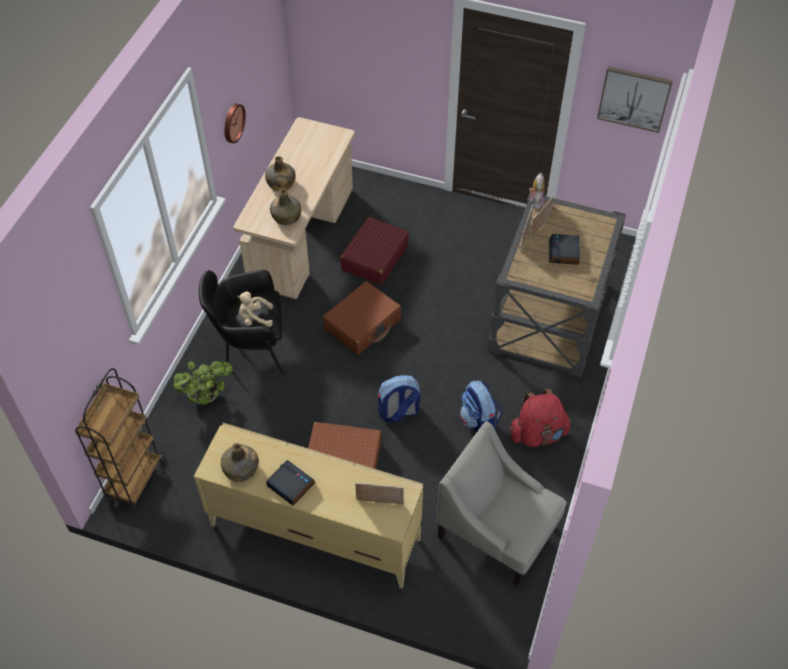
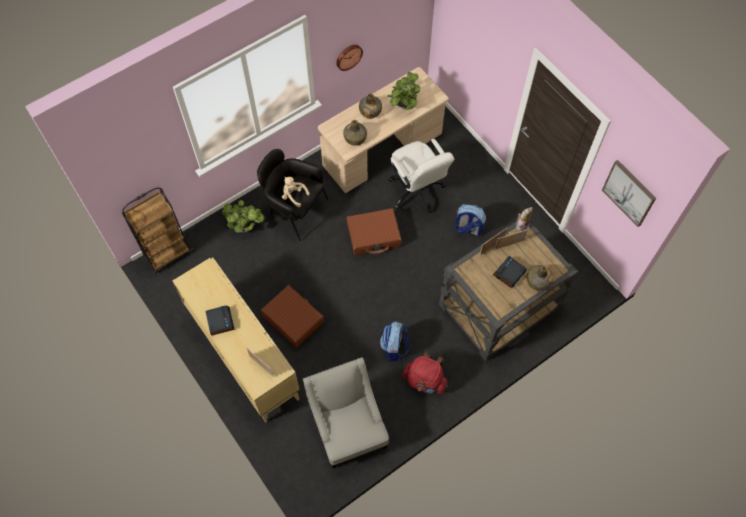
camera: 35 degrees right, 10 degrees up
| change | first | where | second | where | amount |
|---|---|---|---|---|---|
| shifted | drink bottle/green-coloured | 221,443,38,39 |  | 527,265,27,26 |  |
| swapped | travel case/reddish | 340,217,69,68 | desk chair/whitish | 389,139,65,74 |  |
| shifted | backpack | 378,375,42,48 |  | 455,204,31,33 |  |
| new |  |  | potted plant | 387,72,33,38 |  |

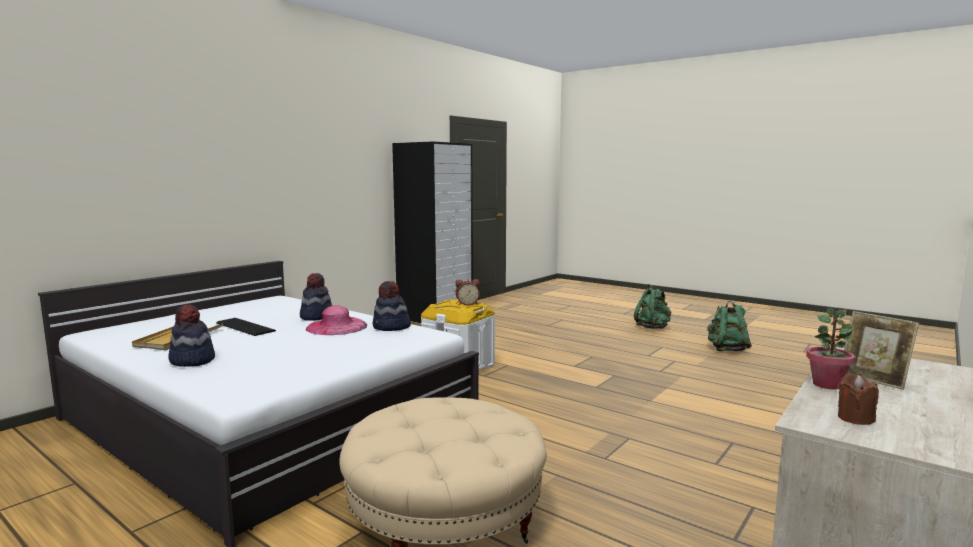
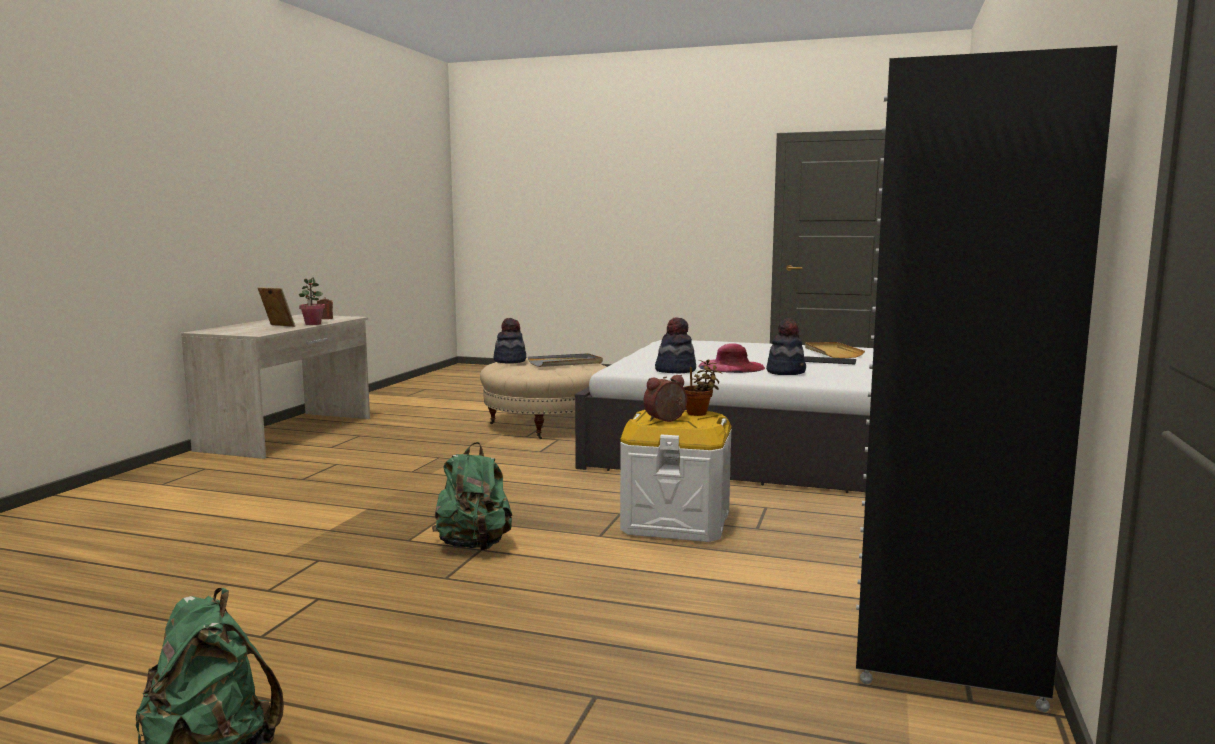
camera: 160 degrees right, 0 degrees up
| change | first | where | second | where | amount |
|---|---|---|---|---|---|
| shifted | clothing hat | 168,304,47,63 |  | 494,318,32,46 |  |
| shifted | backpack/green-coloured | 707,301,45,51 |  | 432,442,80,109 |  |
| new |  |  | tray/greyish | 528,353,75,14 |  |
| new |  |  | potted plant | 684,359,38,57 |  |

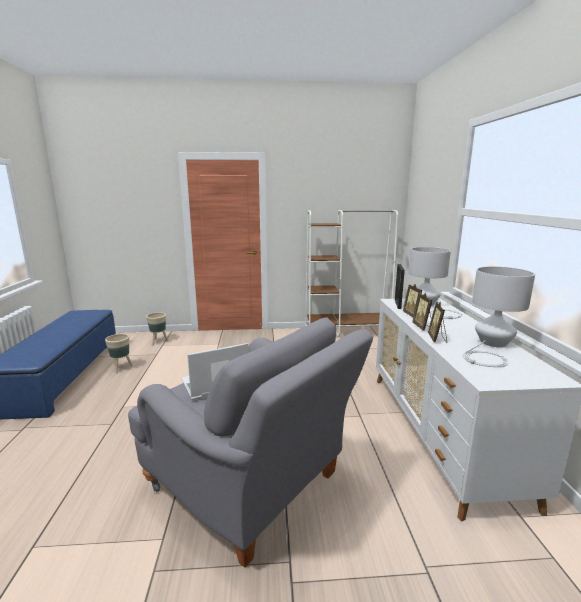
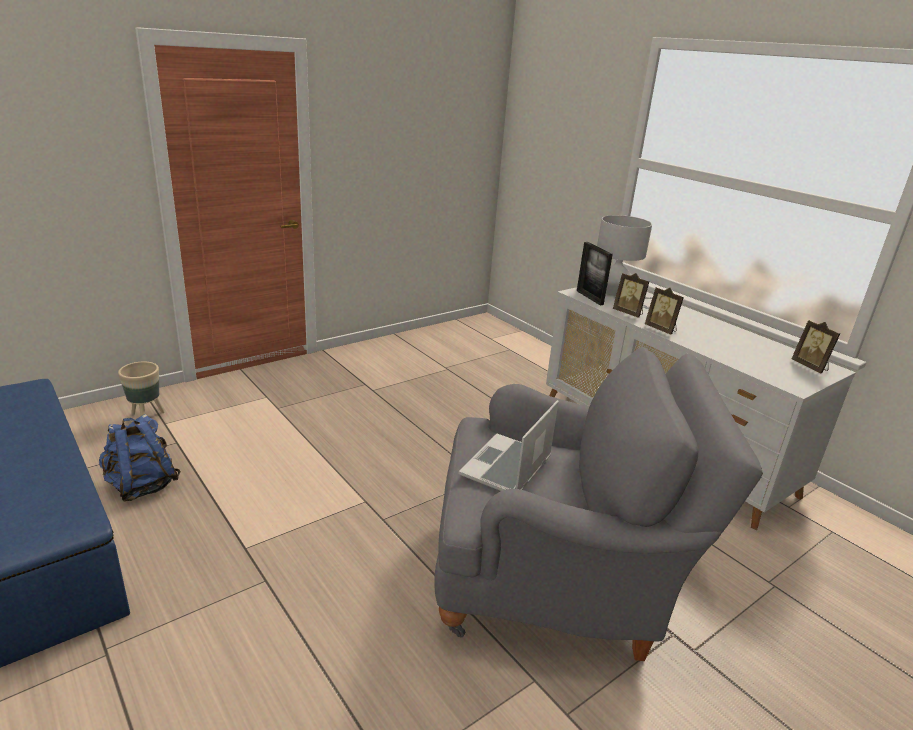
camera: 35 degrees left, 10 degrees up
| change | first | where | second | where | amount |
|---|---|---|---|---|---|
| swapped | plant pot/beige | 105,334,28,39 | backpack/bluish | 99,414,82,87 |  |
| gone | garment stand/brown | 305,210,93,127 |  |  |  |
| shifted | picture frame | 428,302,19,41 |  | 792,320,48,53 |  |
| gone | lamp for a table/whitish | 463,266,72,101 |  |  |  |

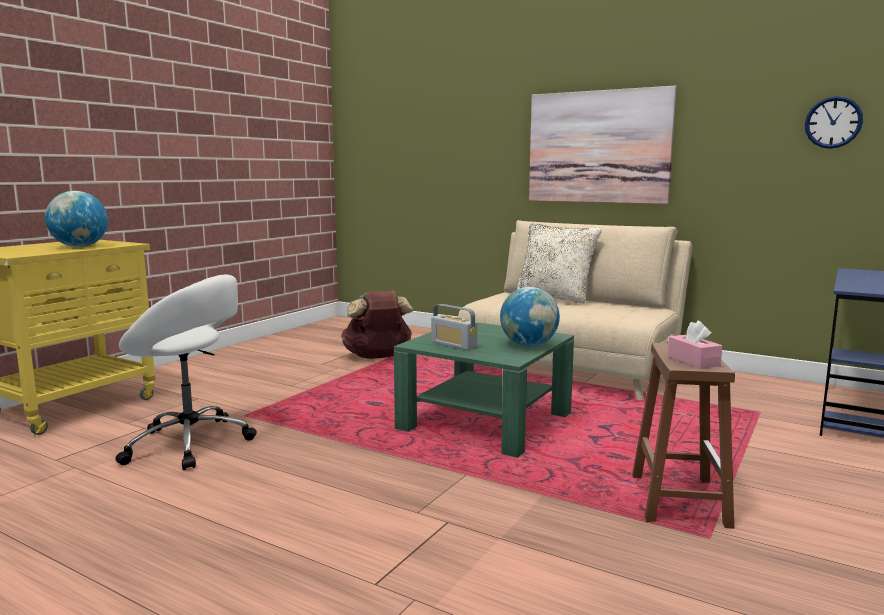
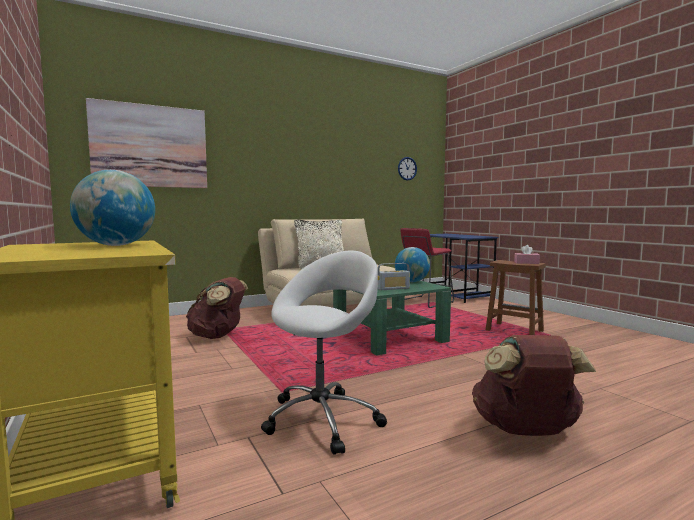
camera: 60 degrees left, 5 degrees down
| change | first | where | second | where | amount |
|---|---|---|---|---|---|
| shifted | wall art | 529,86,148,118 |  | 86,98,121,90 |  |
| new |  |  | stool seat/reddish | 400,228,54,80 |  |
| new |  |  | backpack/brown | 472,335,124,101 |  |

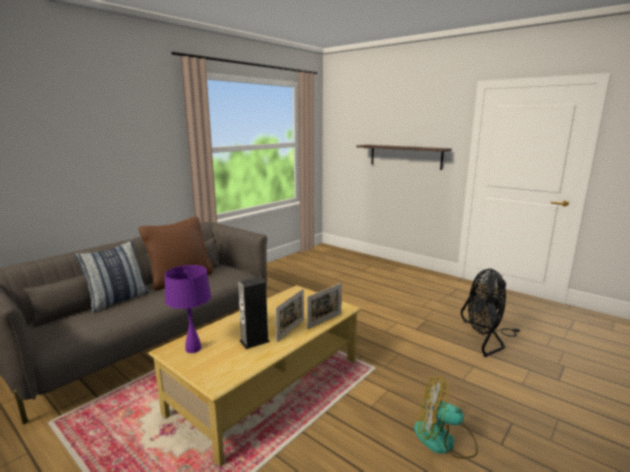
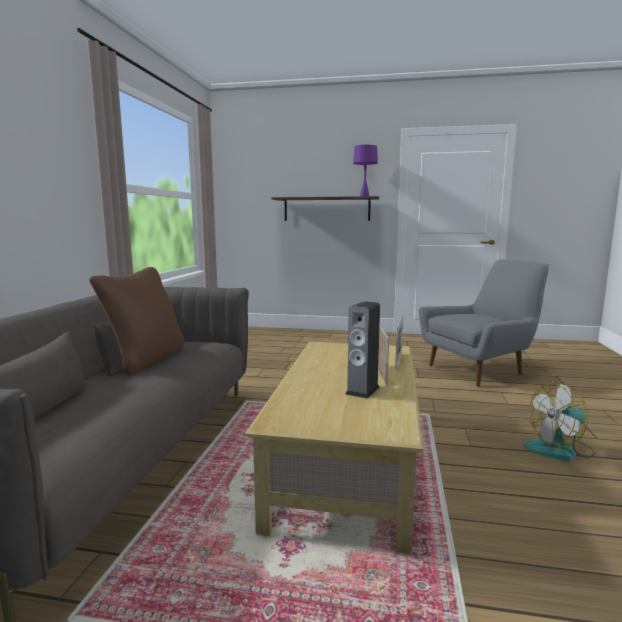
camera: 30 degrees left, 5 degrees down
| change | first | where | second | where | amount |
|---|---|---|---|---|---|
| gone | throw pillow | 74,240,75,73 |  |  |  |
| shifted | lamp for a table/purple-coloured | 164,265,47,88 |  | 353,145,25,51 |  |
| swapped | cooling fan/black | 461,269,60,88 | armchair/greyish | 419,260,130,127 |  |

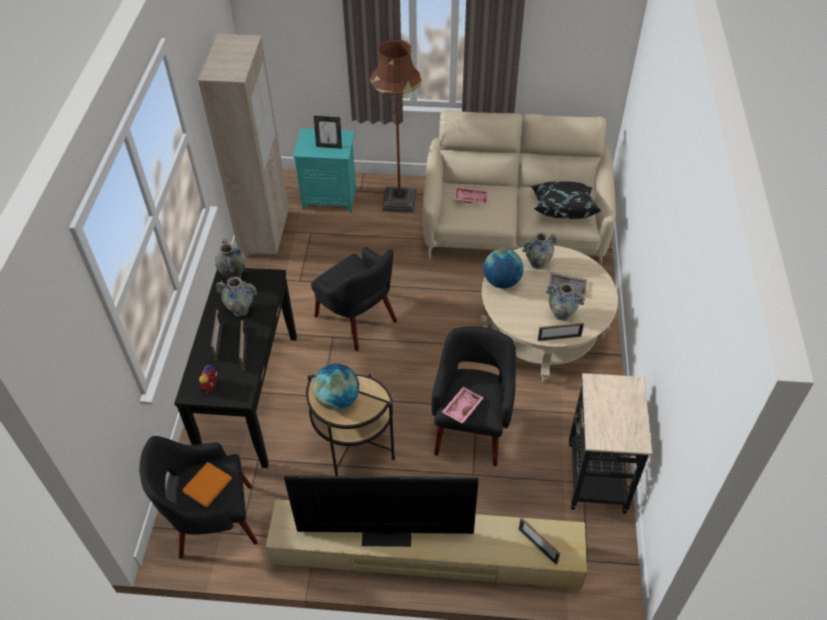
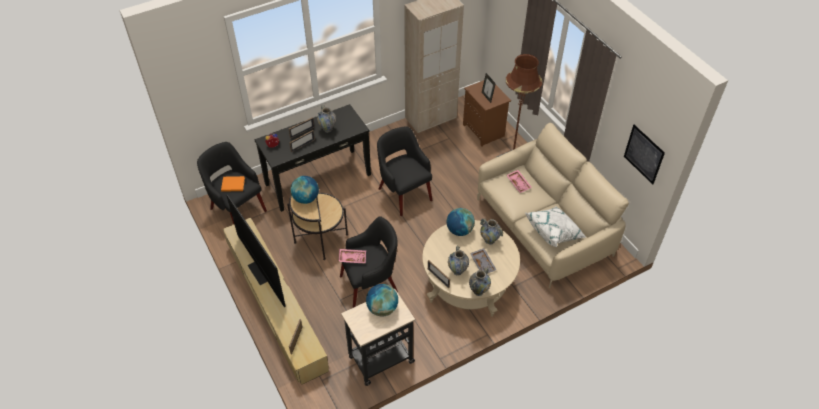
camera: 55 degrees right, 0 degrees up
| change | first | where | second | where | amount |
|---|---|---|---|---|---|
| shifted | decorative vase | 215,239,31,41 |  | 469,268,22,28 |  |
| repainted | night table/turquoise-coloured | 293,129,63,84 | night table/brown | 463,80,48,66 |  |
| rotated | armchair/black | 311,247,86,104 |  | 377,127,55,89 | 135 degrees clockwise |
| repainted | throw pillow/black | 531,181,70,38 | throw pillow/whitish | 525,206,62,41 |  |
| new |  |  | globe | 366,284,32,32 |  |
| new |  |  | wall art | 624,125,41,60 |  |

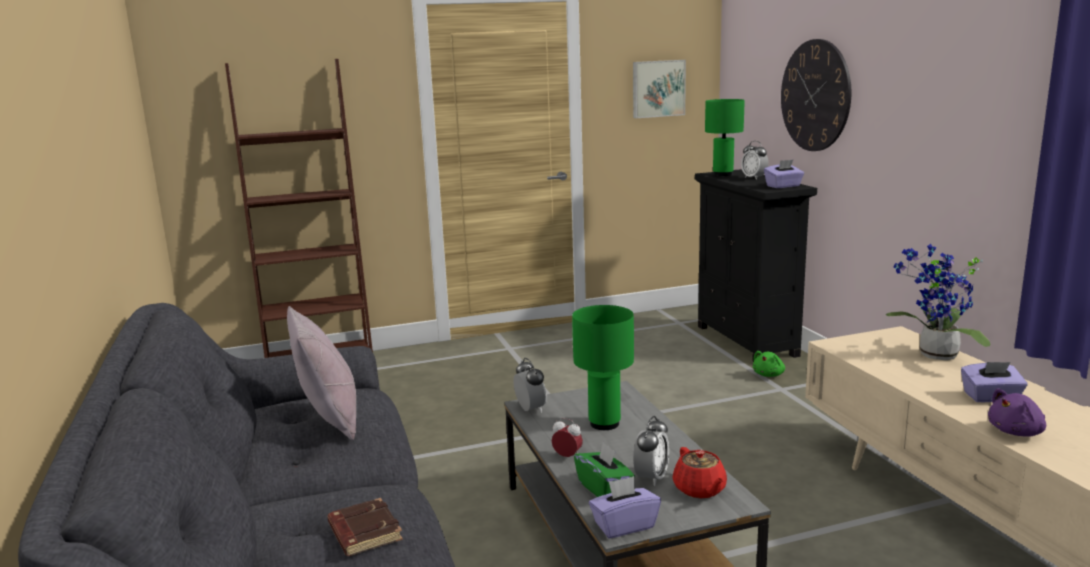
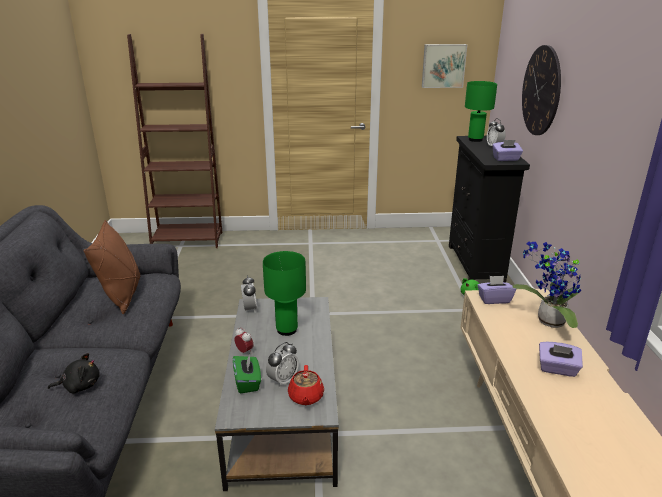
camera: 15 degrees right, 10 degrees up
| change | first | where | second | where | amount |
|---|---|---|---|---|---|
| repainted | throw pillow/purple-coloured | 287,306,69,134 | throw pillow/brown | 84,220,56,94 |  |
| swapped | volume/brown | 327,498,76,58 | plush toy/black | 48,353,52,41 |  |
| shifted | tissue box/purple-coloured | 589,476,72,62 |  | 477,276,39,28 |  |
| gone | plush toy/purple-coloured | 988,388,58,49 |  |  |  |

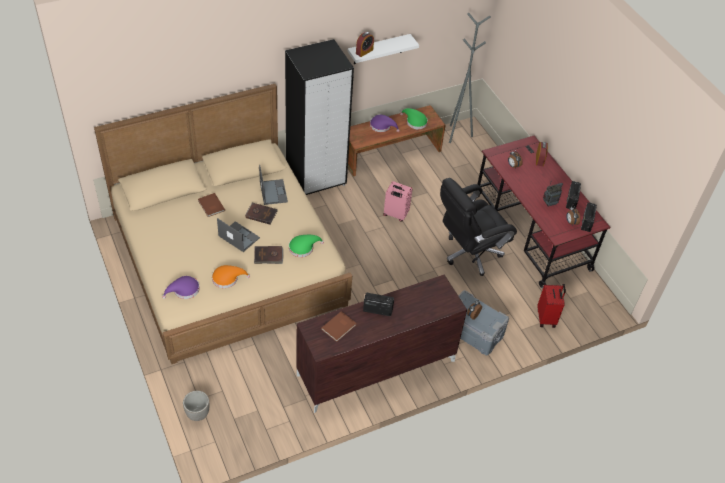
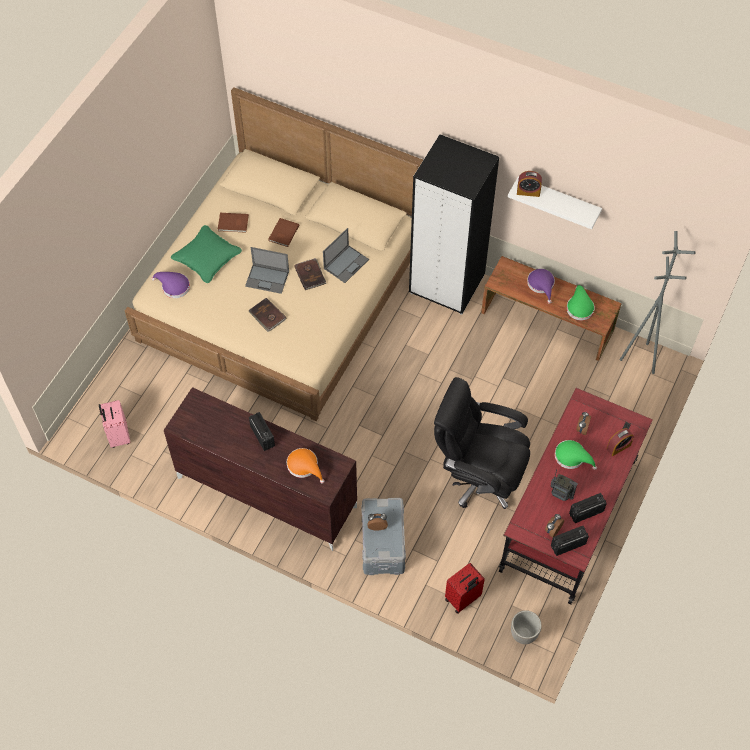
camera: 55 degrees right, 10 degrees up
| change | first | where | second | where | amount |
|---|---|---|---|---|---|
| shifted | plant pot | 183,391,26,30 |  | 511,610,31,34 |  |
| shifted | clothing hat/orangey | 212,265,38,23 |  | 287,448,38,35 |  |
| rotated | notebook computer | 217,218,43,34 |  | 245,247,44,47 | 105 degrees clockwise |
| shifted | clothing hat/green-coloured | 289,235,35,22 |  | 555,440,42,30 |  |
| shifted | volume/brown | 321,311,35,31 |  | 218,213,31,20 |  |
| shifted | travel case/pinkish | 383,181,29,41 |  | 99,400,31,48 |  |
| new |  |  | throw pillow/green-coloured | 171,225,71,58 |  |

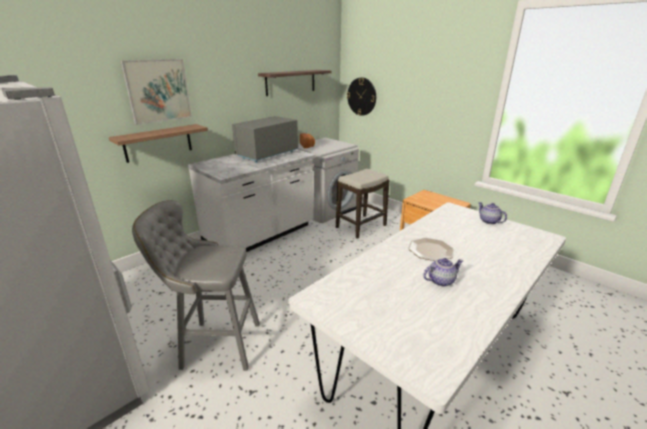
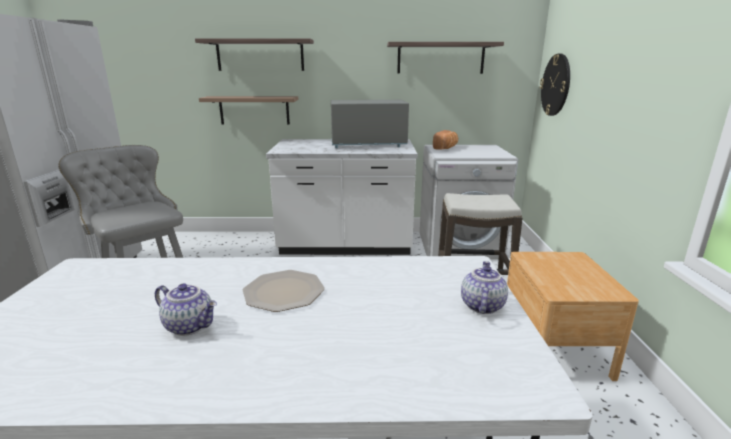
camera: 45 degrees right, 5 degrees down
| change | first | where | second | where | amount |
|---|---|---|---|---|---|
| swapped | wall art | 121,59,71,66 | shelf | 195,38,119,33 |  |

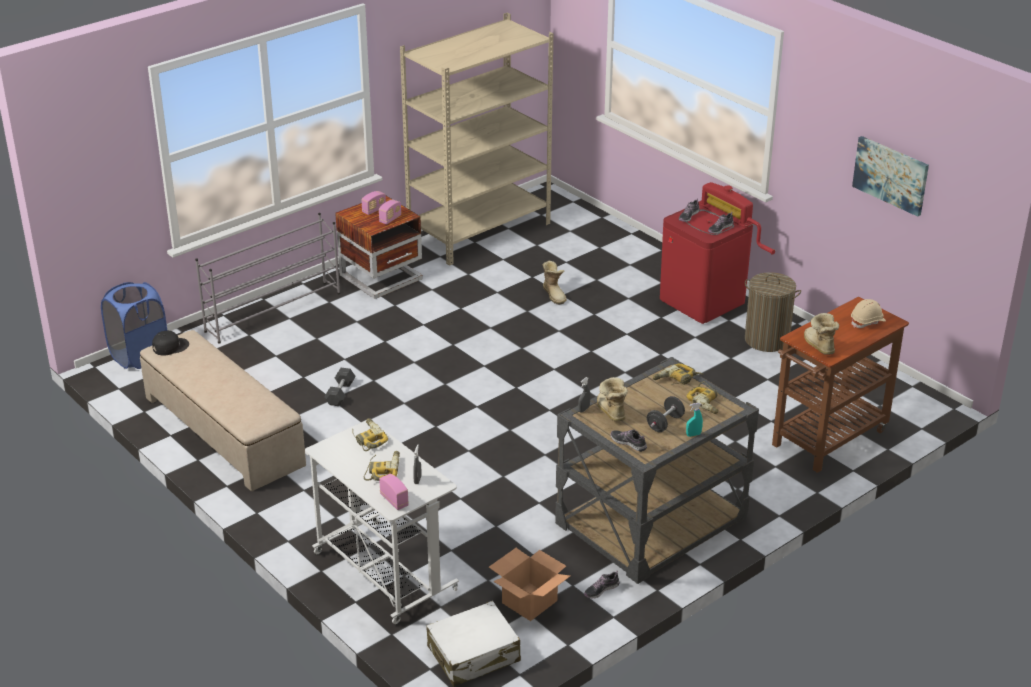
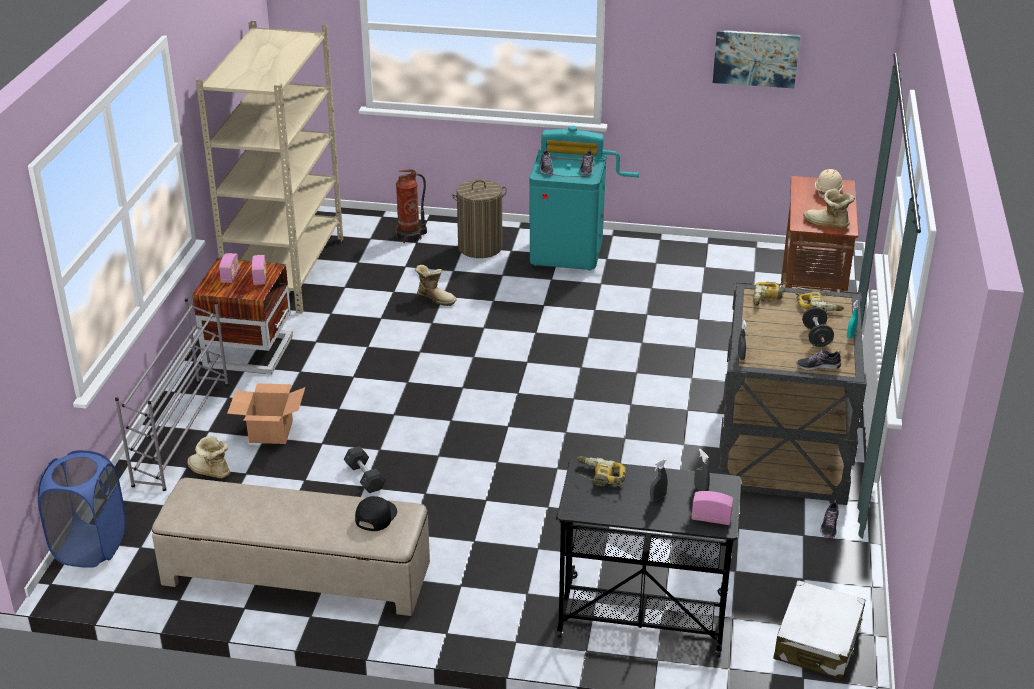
camera: 40 degrees left, 0 degrees up
| change | first | where | second | where | amount |
|---|---|---|---|---|---|
| shifted | peaked cap/black | 152,331,37,25 |  | 355,496,42,35 |  |
| repainted | desk/whitish | 305,420,154,204 | desk/black | 556,459,185,199 |  |
| swapped | power drill | 364,451,36,30 | spray bottle/greyish | 650,459,17,42 |  |
| shifted | carton | 489,548,81,73 |  | 227,383,78,61 |  |
| shifted | boot | 597,377,31,44 |  | 187,436,44,42 |  |
| repainted | laundry appliance/reddish | 660,182,115,142 | laundry appliance/turquoise-coloured | 529,126,110,145 |  |
| shifted | hamper | 745,272,56,80 |  | 452,179,55,79 |  |
| new |  |  | extinguisher | 395,169,32,74 |  |

